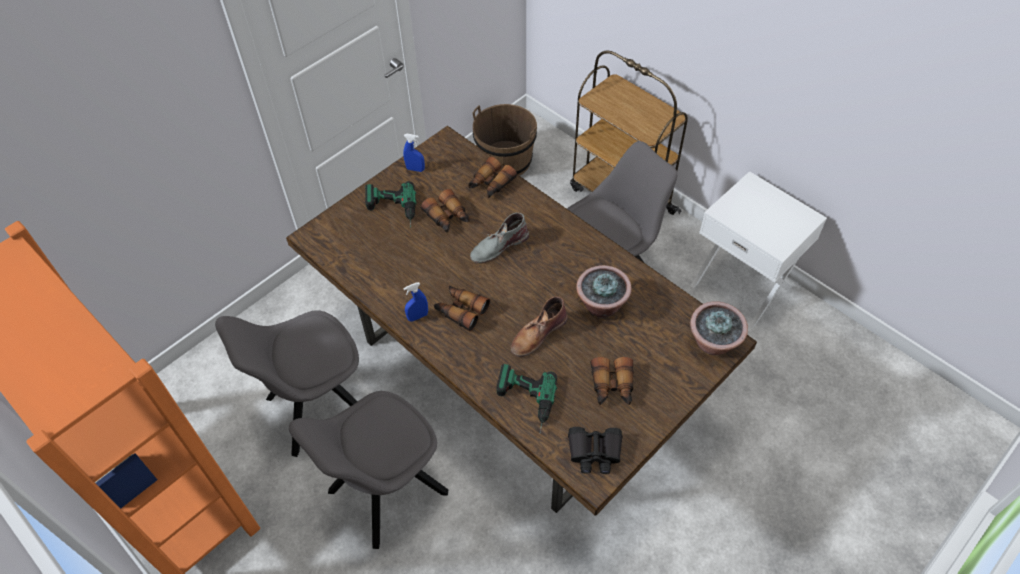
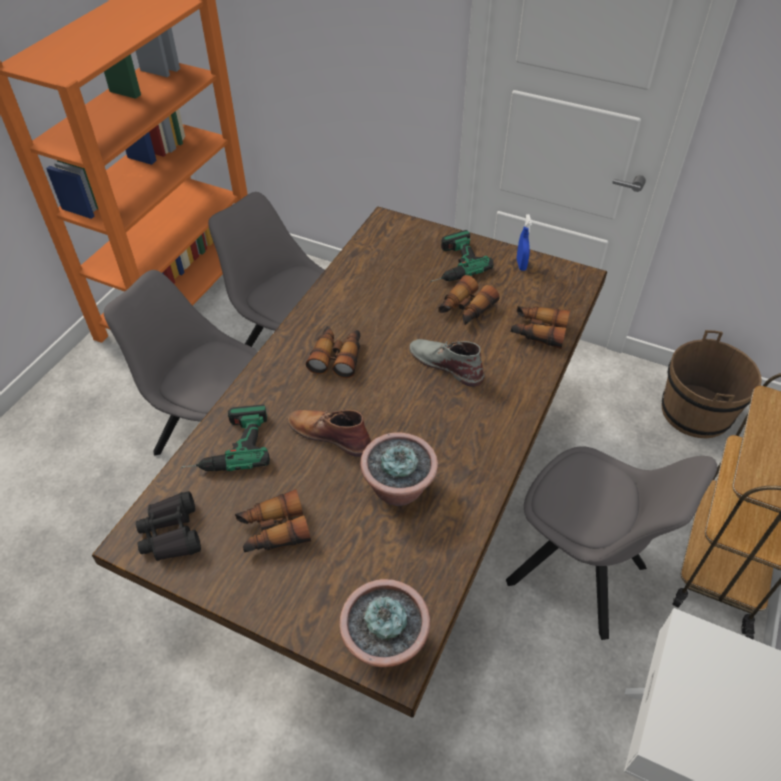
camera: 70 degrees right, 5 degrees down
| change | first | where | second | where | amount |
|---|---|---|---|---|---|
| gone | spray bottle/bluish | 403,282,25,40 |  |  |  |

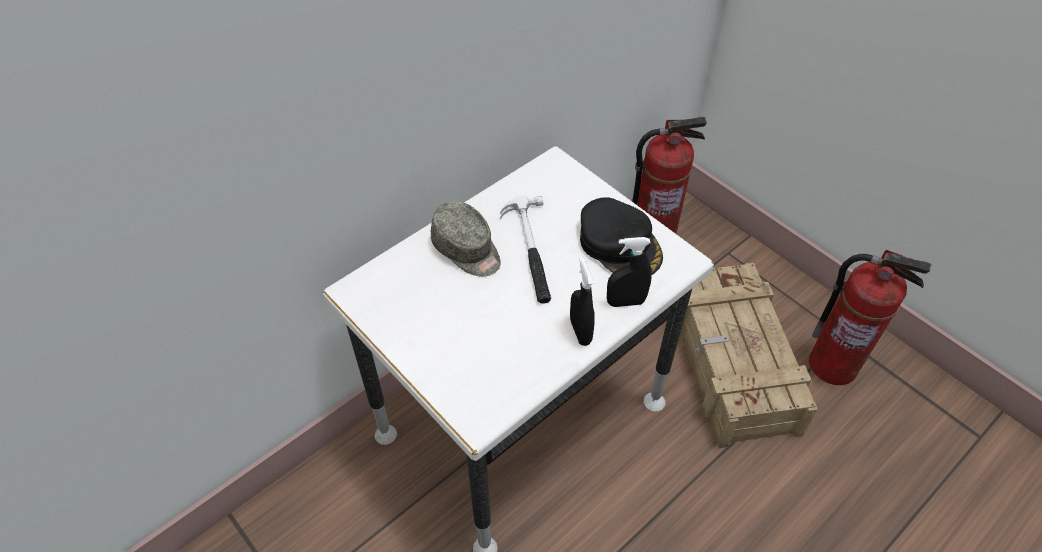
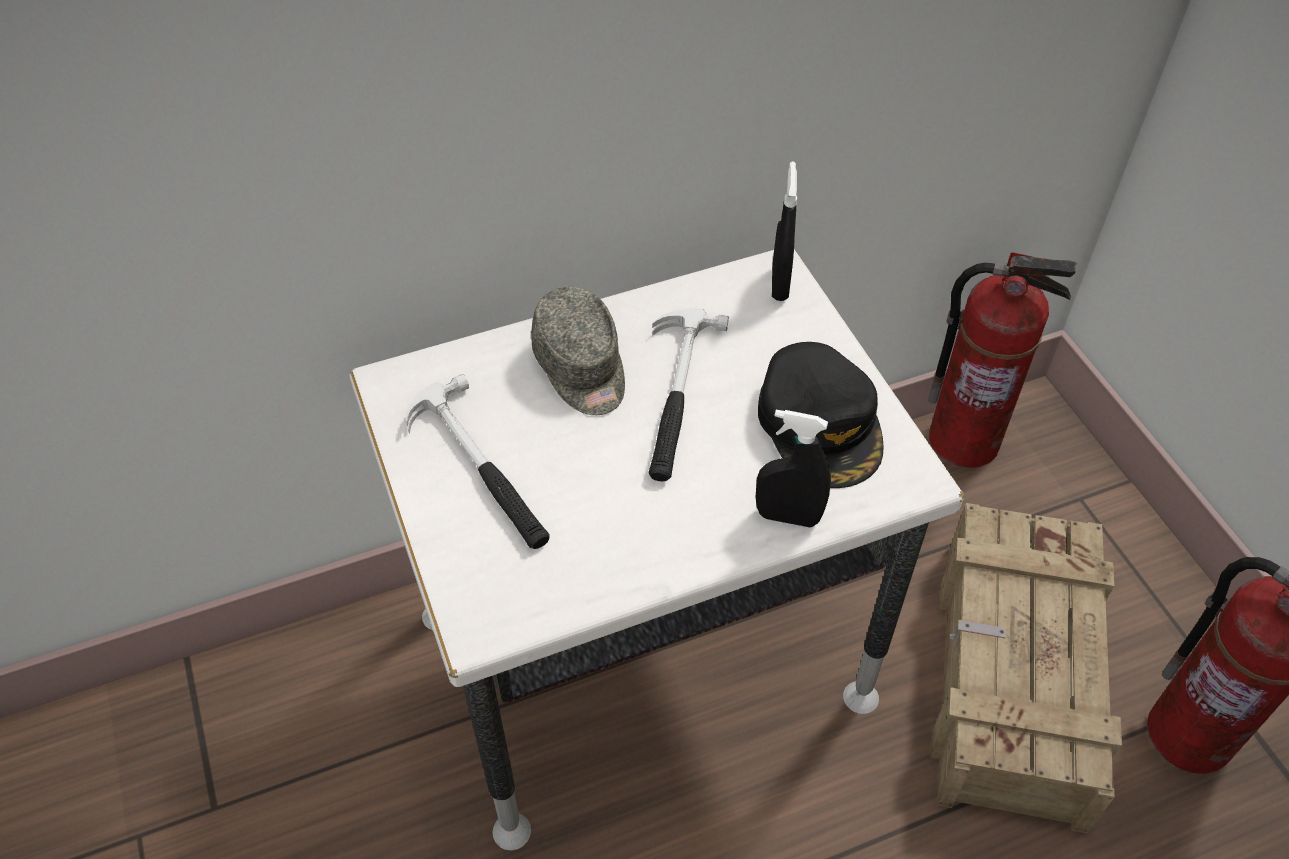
camera: 20 degrees right, 0 degrees up
| change | first | where | second | where | amount |
|---|---|---|---|---|---|
| shifted | spray bottle/black | 570,256,25,90 |  | 772,162,25,139 |  |
| new |  |  | hammer | 406,374,144,175 |  |

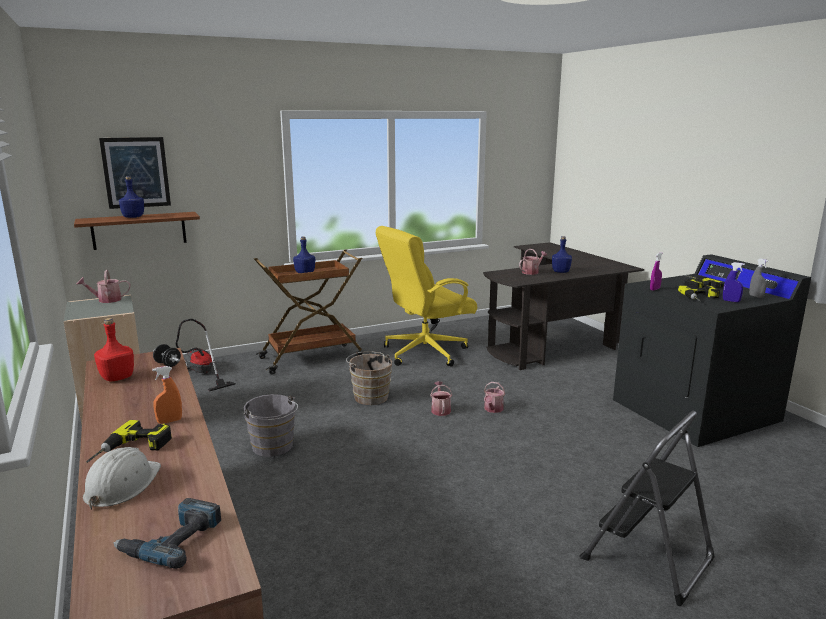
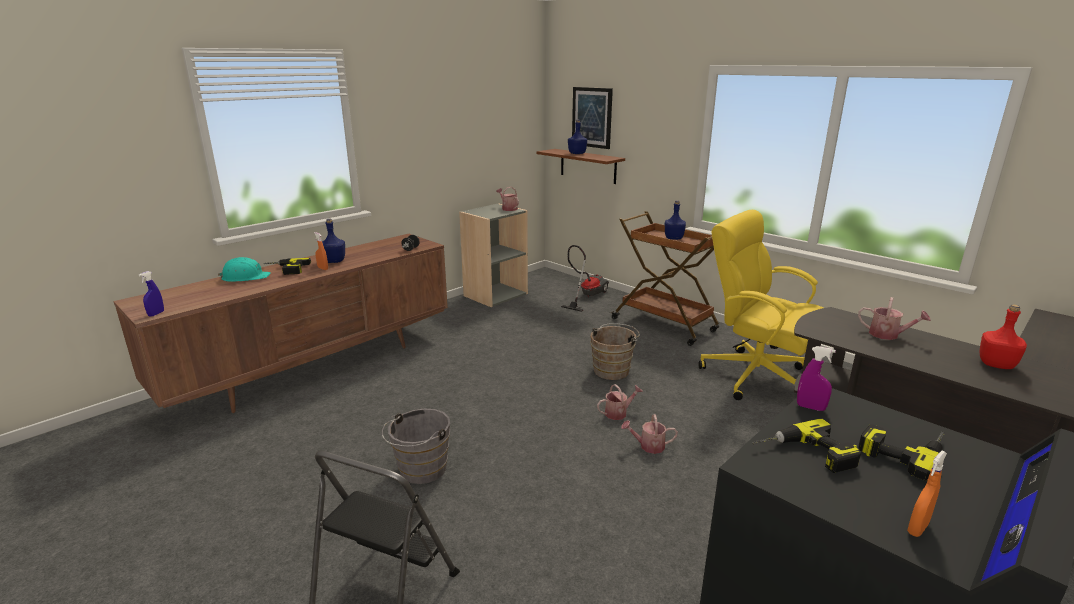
camera: 70 degrees right, 5 degrees up
| change | first | where | second | where | amount |
|---|---|---|---|---|---|
| repainted | hard hat/whitish | 83,447,78,63 | hard hat/turquoise-coloured | 218,257,53,25 |  |
| shifted | drink bottle/reddish | 94,318,40,64 |  | 979,305,48,64 |  |
| gone | power drill | 113,498,108,71 |  |  |  |
| shifted | bucket/greyish | 244,394,54,63 |  | 382,409,68,75 |  |
| shifted | drink bottle/bluish | 552,236,20,37 |  | 322,218,23,45 |  |
| shifted | spray bottle/bluish | 723,262,22,40 |  | 139,271,25,46 |  |
| repainted | spray bottle/greyish | 749,258,20,40 | spray bottle/orangey | 907,451,40,86 |  |

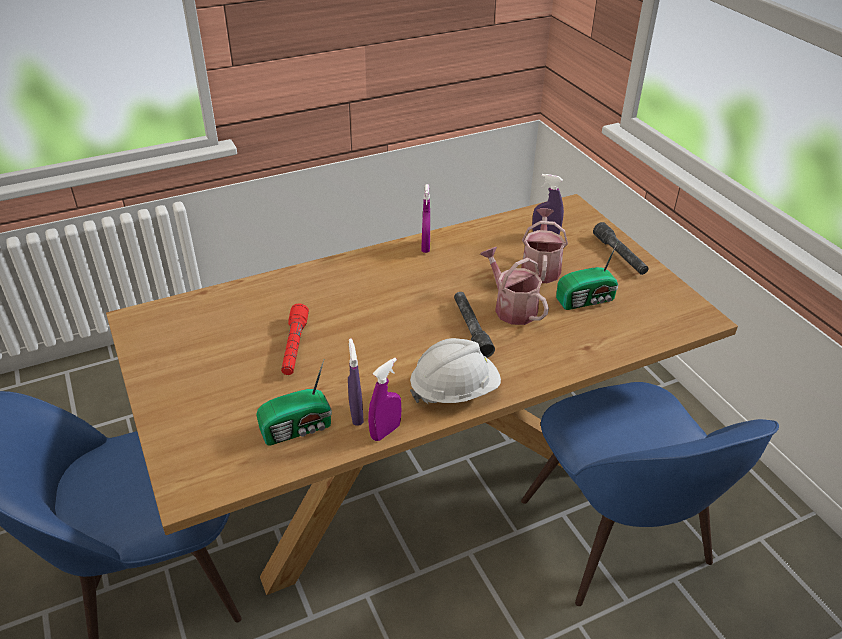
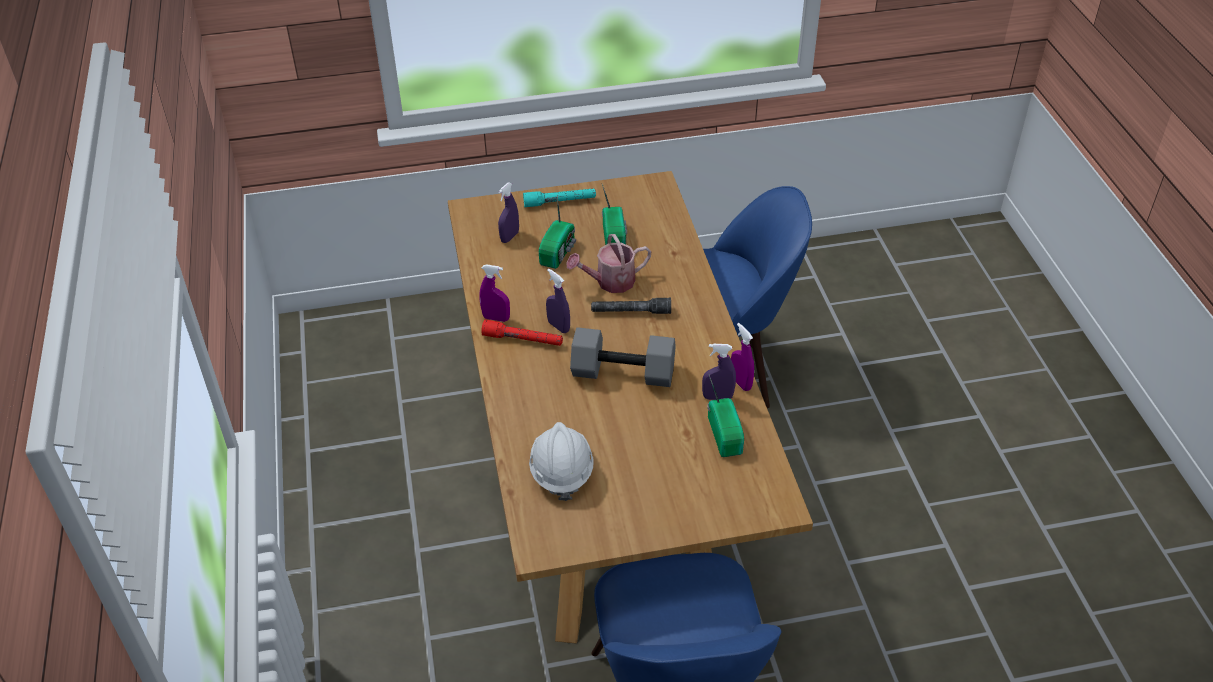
camera: 75 degrees left, 5 degrees up
| change | first | where | second | where | amount |
|---|---|---|---|---|---|
| shifted | hand torch/reddish | 281,304,28,71 |  | 481,319,82,27 |  |
| shifted | hard hat/whitish | 410,338,91,66 |  | 529,422,65,79 |  |
| swapped | sprinkling can | 521,208,47,75 | radio receiver | 539,196,37,73 |  |
| repainted | hand torch/greyish | 593,222,56,53 | hand torch/turquoise-coloured | 523,189,73,18 |  |
| new |  |  | spray bottle/purple-coloured | 546,269,24,64 |  |
| new |  |  | dumbbell/greyish | 570,327,106,60 |  |

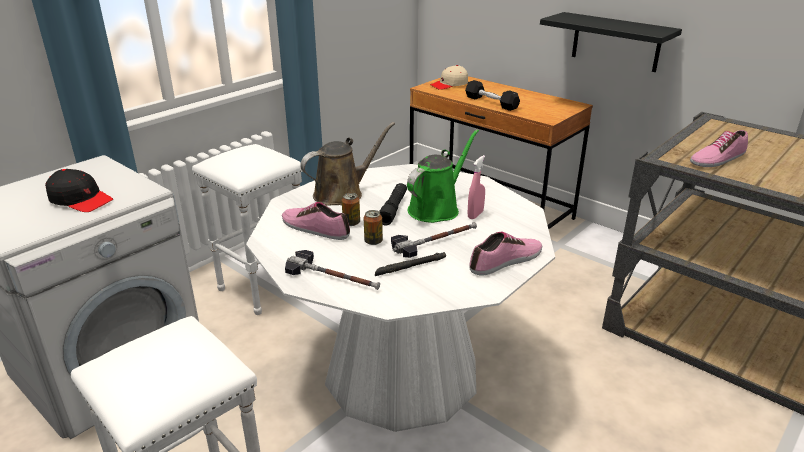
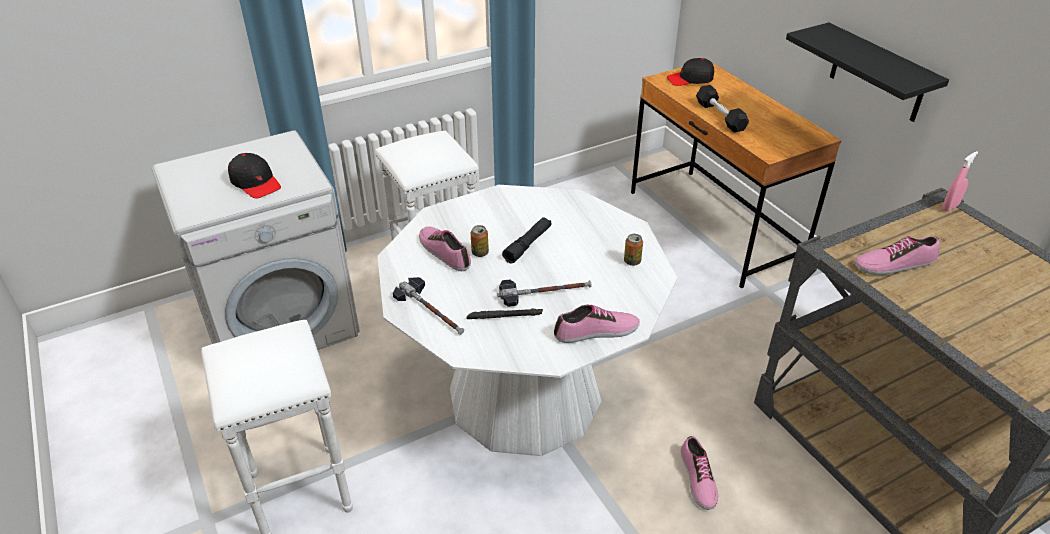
camera: 20 degrees right, 10 degrees up
| change | first | where | second | where | amount |
|---|---|---|---|---|---|
| gone | sprinkling can/brown | 300,122,95,83 |  |  |  |
| shifted | metal can | 363,210,20,35 |  | 624,234,19,32 |  |
| gone | sprinkling can/green-coloured | 407,129,72,94 |  |  |  |
| repainted | peaked cap/beige | 430,65,38,25 | peaked cap/black | 667,58,47,28 |  |
| shifted | spray bottle/pinkish | 468,155,17,64 |  | 942,151,36,60 |  |
| new |  |  | shoe | 681,436,37,74 |  |

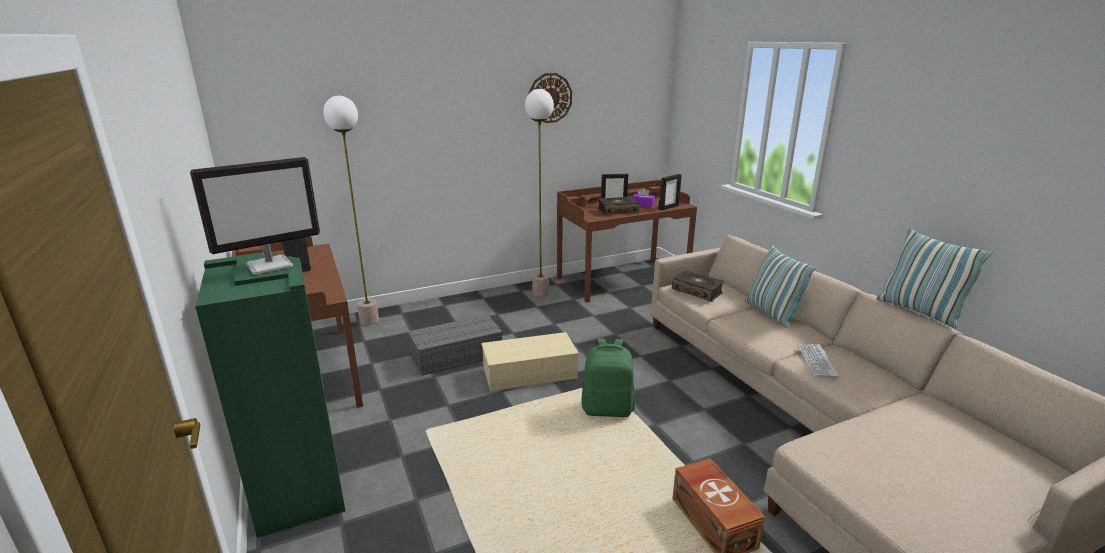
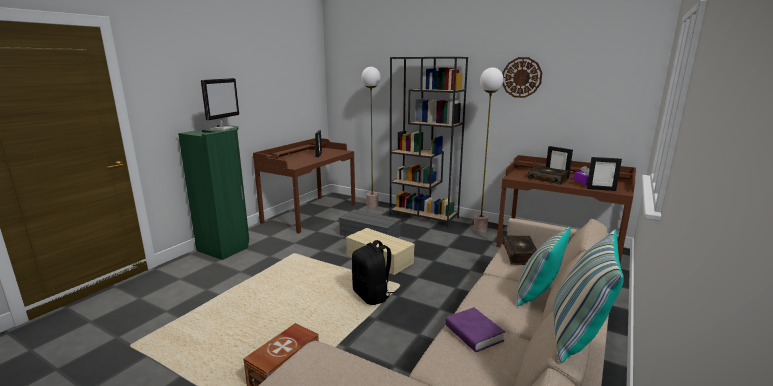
camera: 55 degrees right, 5 degrees down
| change | first | where | second | where | amount |
|---|---|---|---|---|---|
| rotated | computer display | 190,157,130,117 |  | 201,78,38,53 | 90 degrees counterclockwise |
| repainted | backpack/green-coloured | 581,338,54,79 | backpack/black | 352,240,44,65 |  |
| swapped | computer keyboard | 798,344,41,33 | volume/purple-coloured | 445,307,60,45 |  |
| new |  |  | bookshelf | 390,57,78,170 |  |

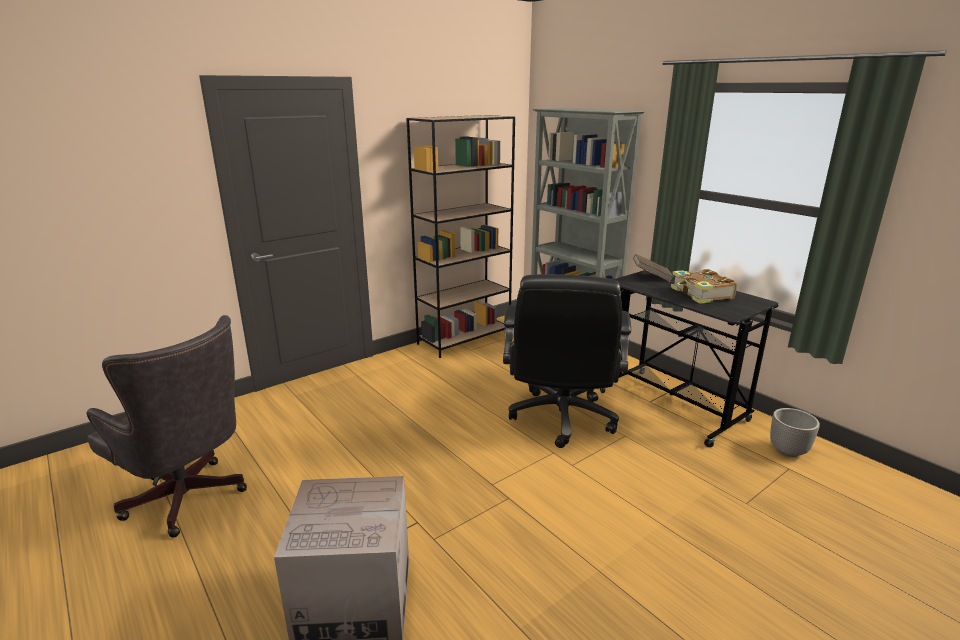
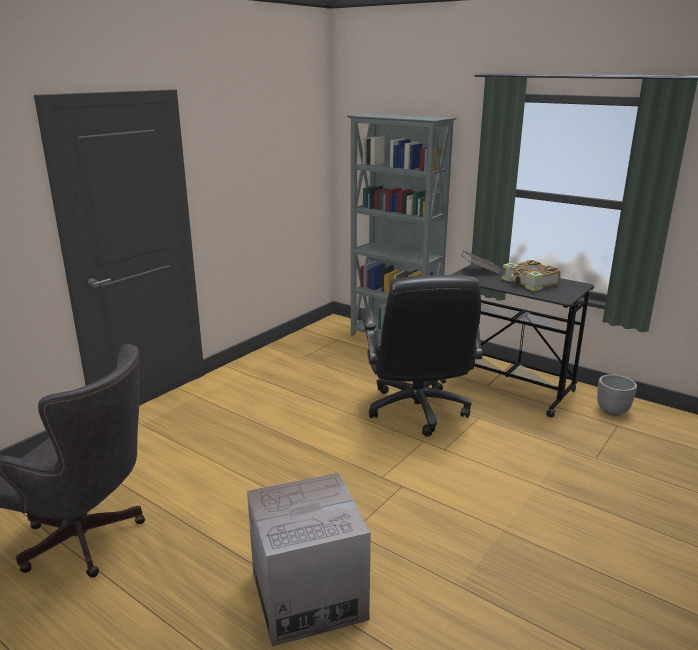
camera: 15 degrees left, 0 degrees up
| change | first | where | second | where | amount |
|---|---|---|---|---|---|
| gone | bookshelf/beige | 406,115,109,243 |  |  |  |

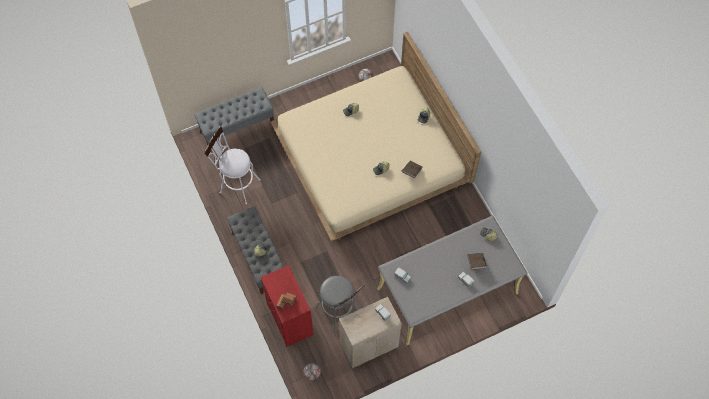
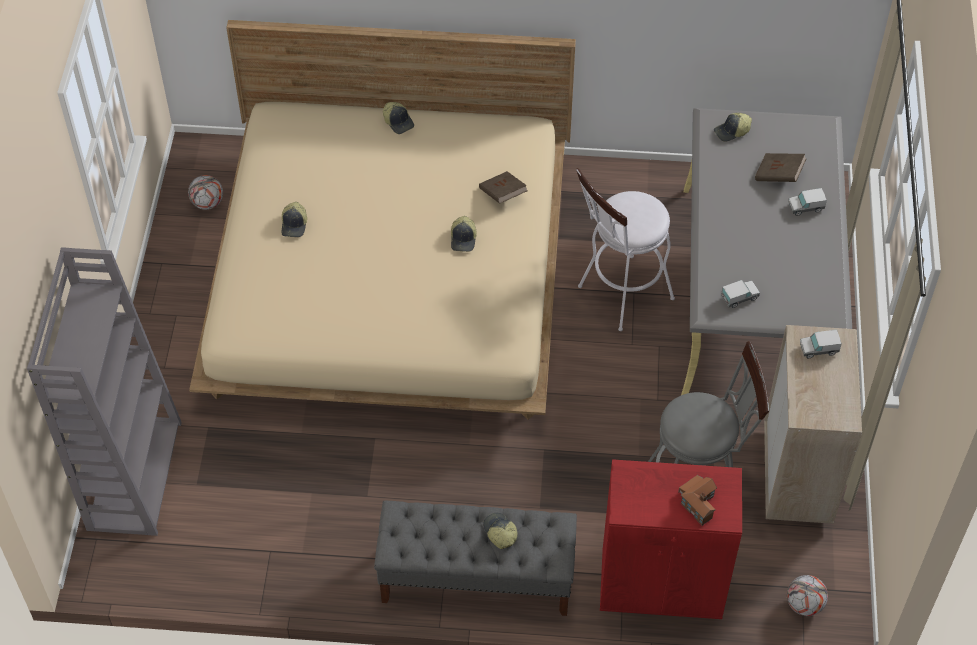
camera: 60 degrees left, 10 degrees down
| change | first | where | second | where | amount |
|---|---|---|---|---|---|
| swapped | indoor bench/greyish | 194,87,80,58 | bookshelf/greyish | 27,247,155,289 |  |
| shifted | stool seat/whitish | 204,126,56,78 |  | 576,168,99,163 |  |

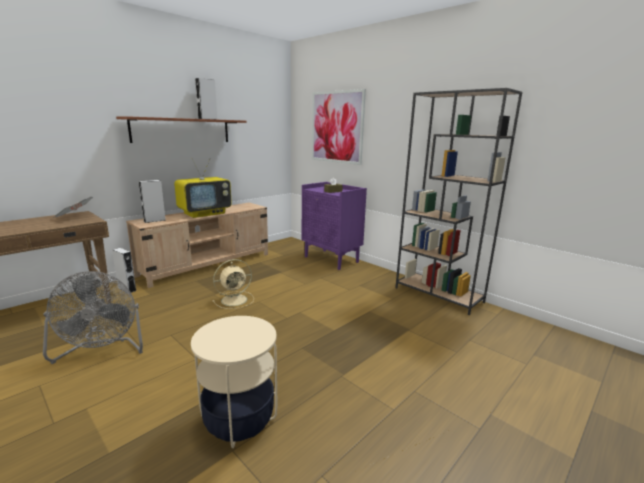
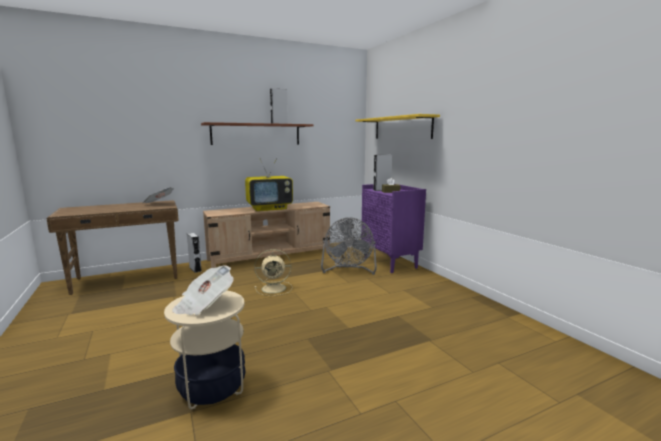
camera: 20 degrees right, 5 degrees down
| change | first | where | second | where | amount |
|---|---|---|---|---|---|
| shifted | cooling fan/greyish | 43,271,100,93 |  | 321,217,56,58 |  |
| shifted | speaker/greyish | 139,180,27,43 |  | 373,155,19,36 |  |
| swapped | wall art | 312,89,54,76 | shelf/yellowish | 356,114,84,25 |  |
| gone | bookshelf | 395,88,127,227 |  |  |  |
| new |  |  | daily paper | 172,265,62,50 |  |

